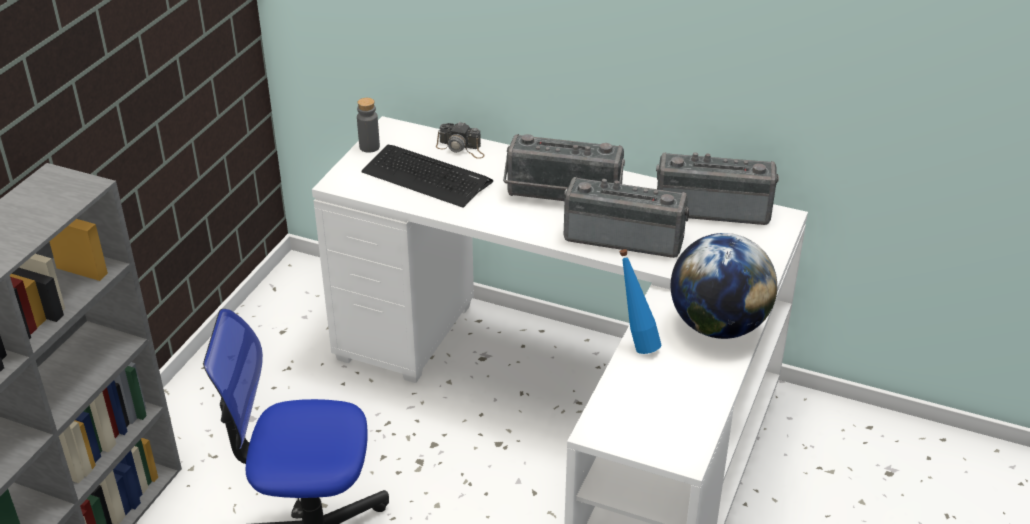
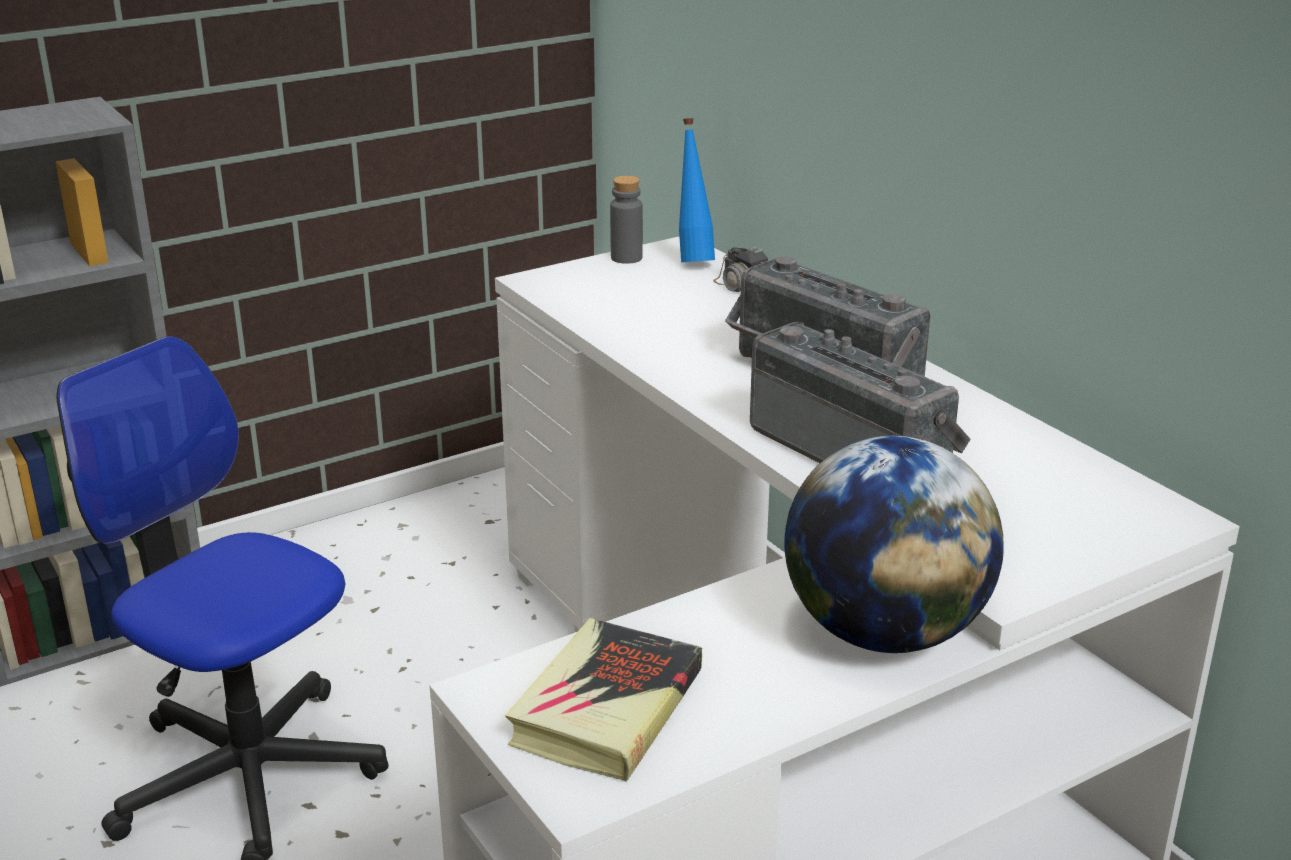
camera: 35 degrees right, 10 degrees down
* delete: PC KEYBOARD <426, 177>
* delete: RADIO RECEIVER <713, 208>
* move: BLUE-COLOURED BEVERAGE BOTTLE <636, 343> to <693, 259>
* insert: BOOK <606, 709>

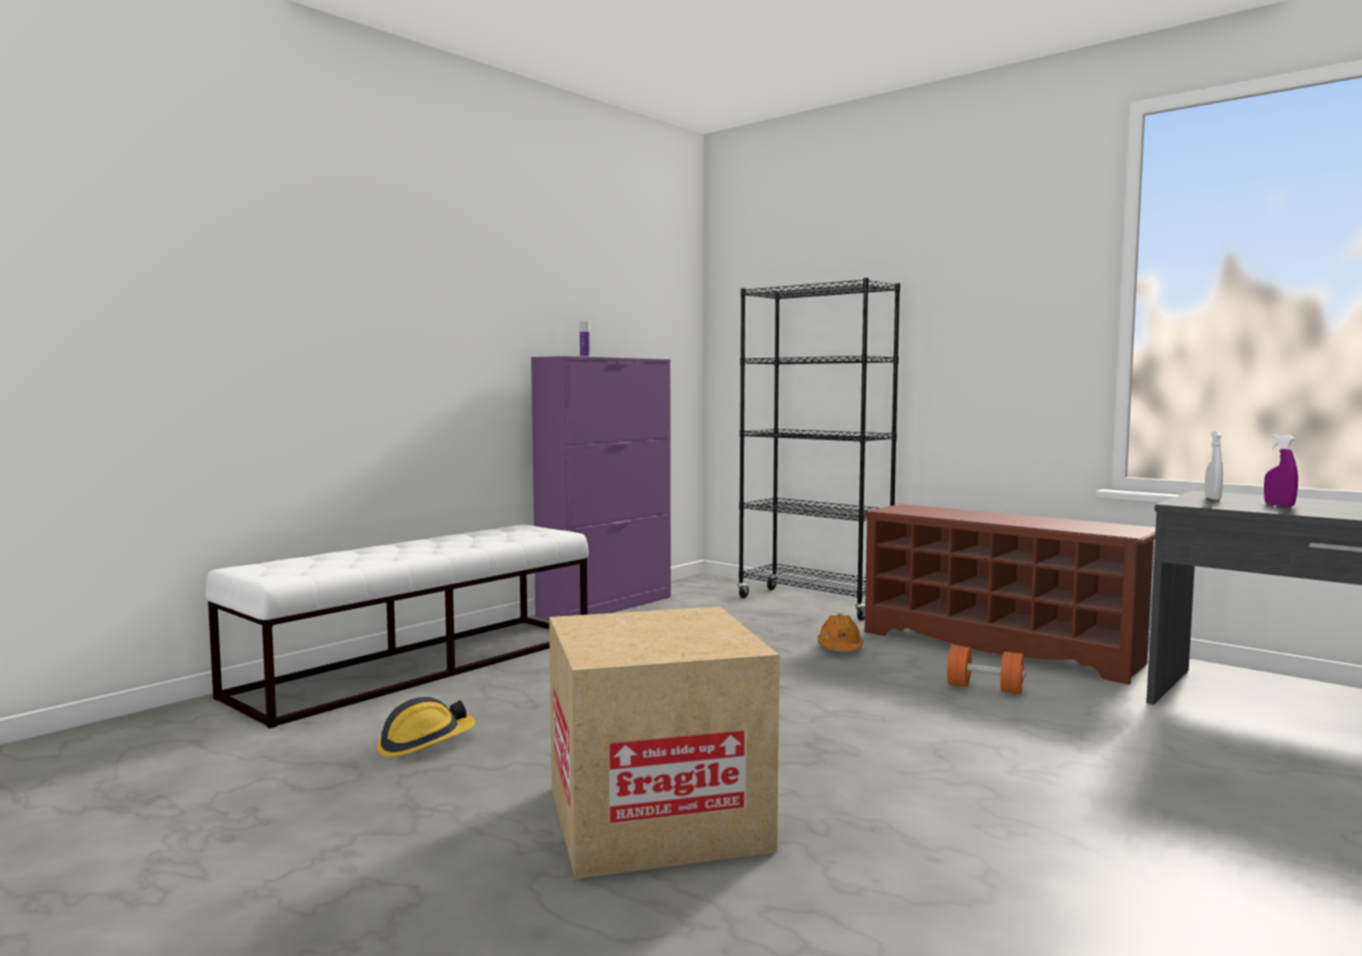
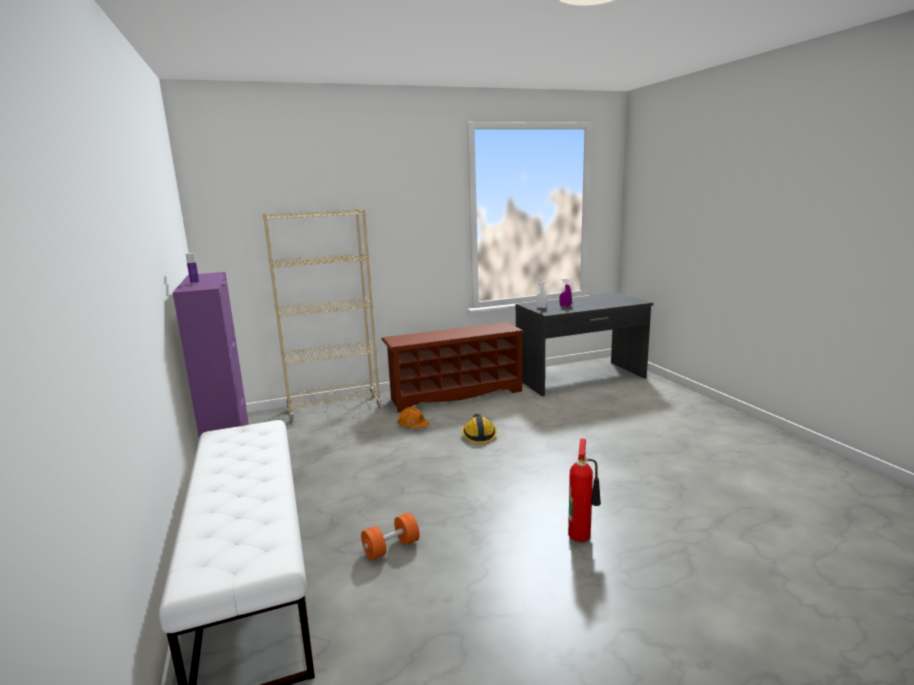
camera: 60 degrees left, 10 degrees up
* recolor: BLACK-COLOURED BOOKSHELF <814, 604> to SAND-COLOURED BOOKSHELF <334, 408>
* replace: CARTON <656, 817> to FIRE EXTINGUISHER <581, 534>
* move: ORANGE-COLOURED FREE WEIGHT <984, 688> to <391, 548>
* move: HARD HAT <424, 743> to <479, 434>

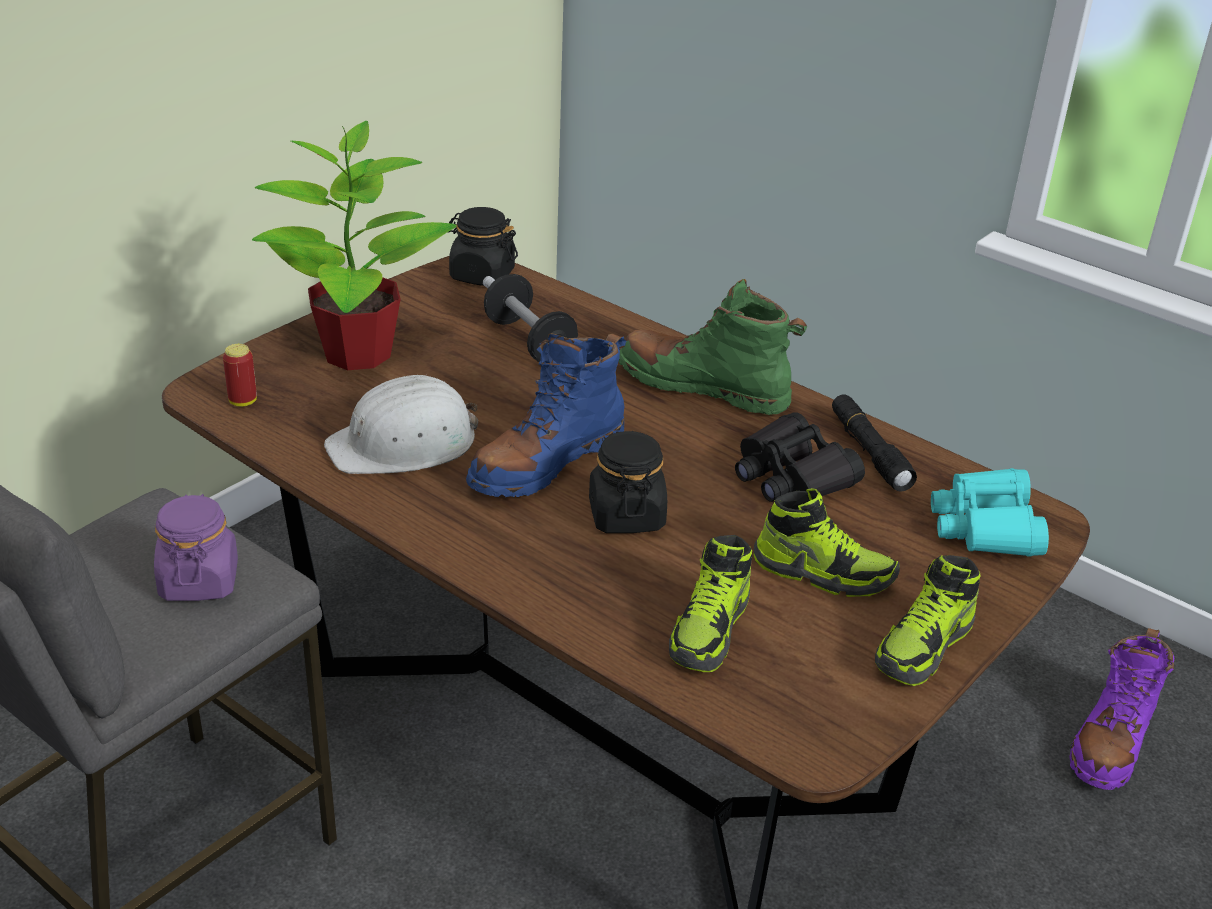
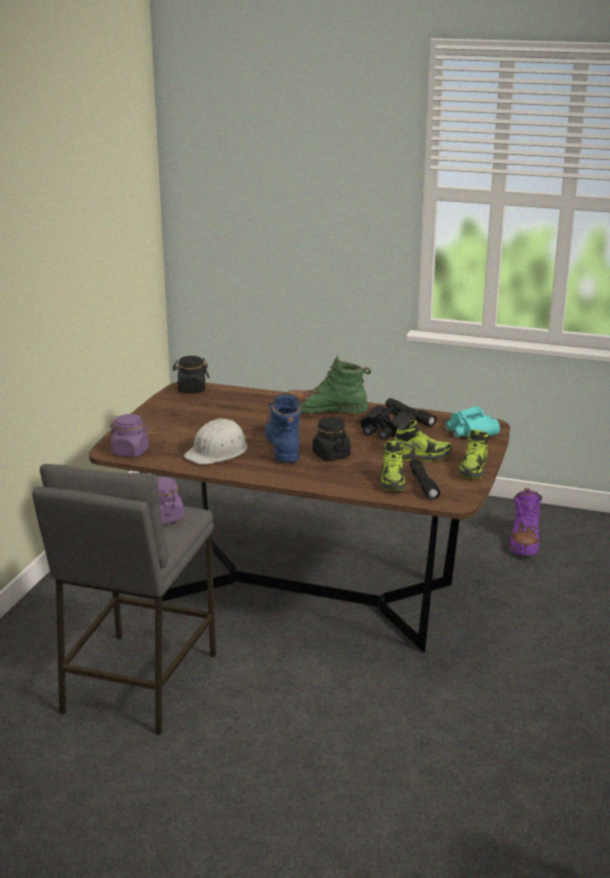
camera: 20 degrees left, 10 degrees down
* delete: PLANT IN A POT <355, 354>
* delete: FREE WEIGHT <529, 342>
* rotate: BLUE-COLOURED HIGH-TOP BOOT <546, 462> = <283, 445> 150 degrees clockwise
* replace: METAL CAN <243, 401> to PURPLE PRESERVE JAR <130, 452>
* insert: BLACK-COLOURED TORCH <423, 484>

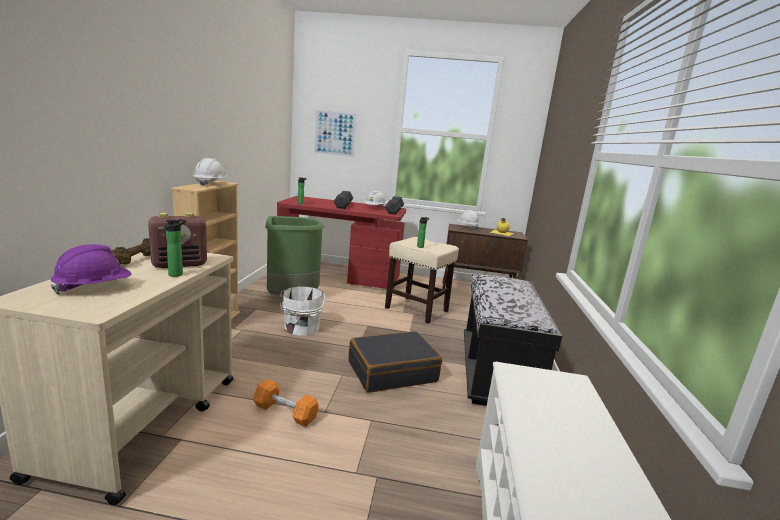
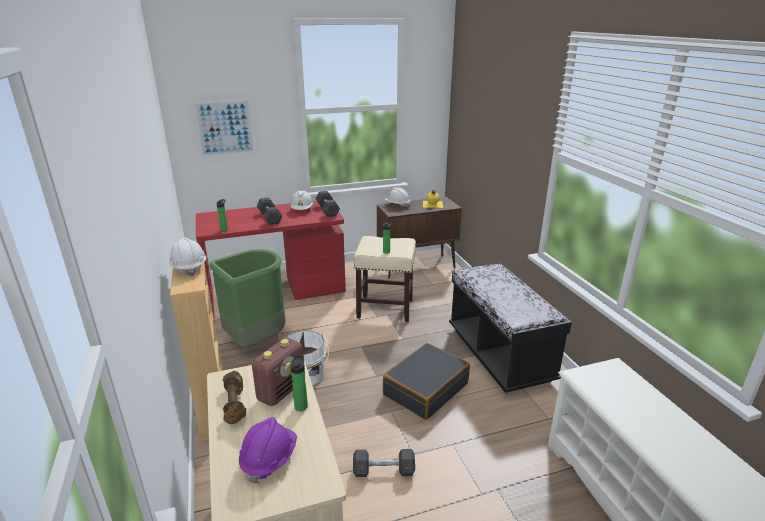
camera: 25 degrees left, 10 degrees up
* recolor: ORANGE-COLOURED FREE WEIGHT <285, 412> to GREYISH FREE WEIGHT <383, 471>

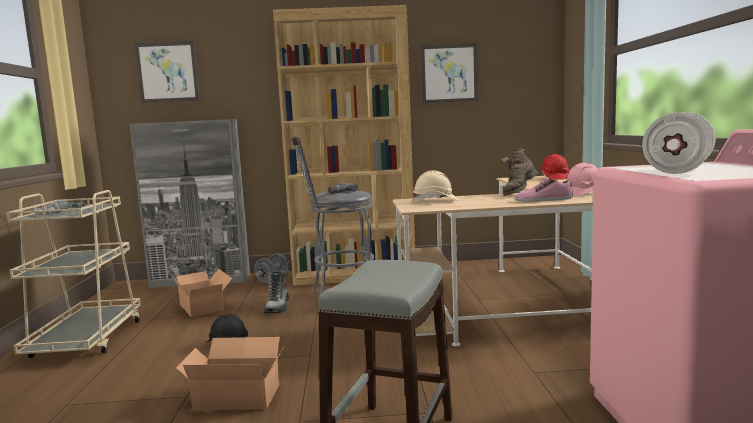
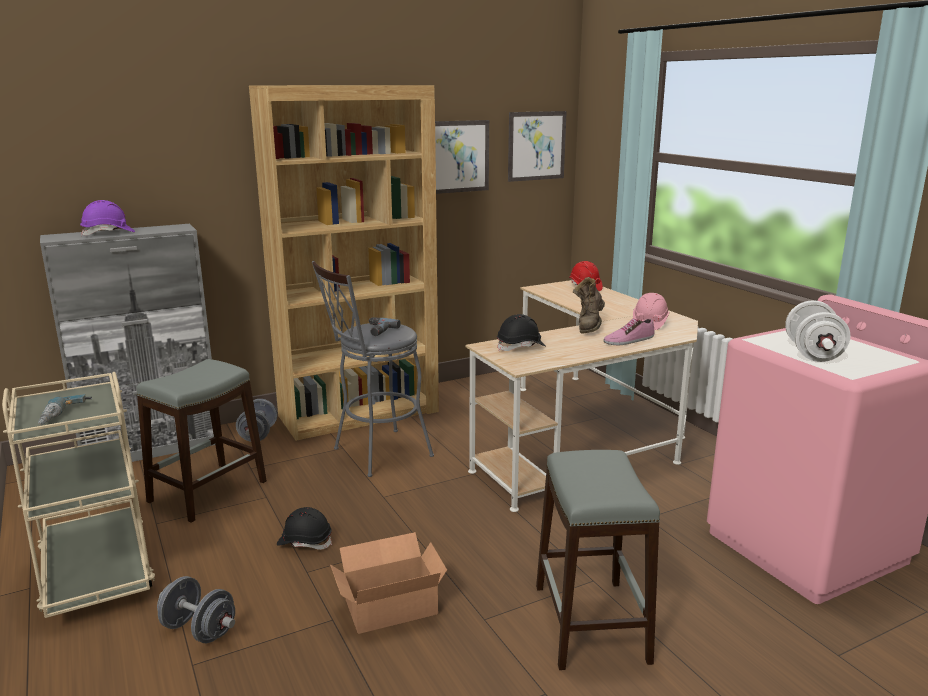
camera: 25 degrees left, 10 degrees up
* move: WALL ART <167, 72> to <536, 146>
* recolor: SAND-COLOURED HARD HAT <435, 201> to BLACK-COLOURED HARD HAT <521, 347>
* replace: CARTON <203, 306> to GREYISH SITTING STOOL <207, 491>
* delete: HIGH-TOP BOOT <277, 307>
* insert: PURPLE HARD HAT <108, 233>
* insert: GREYISH FREE WEIGHT <199, 630>

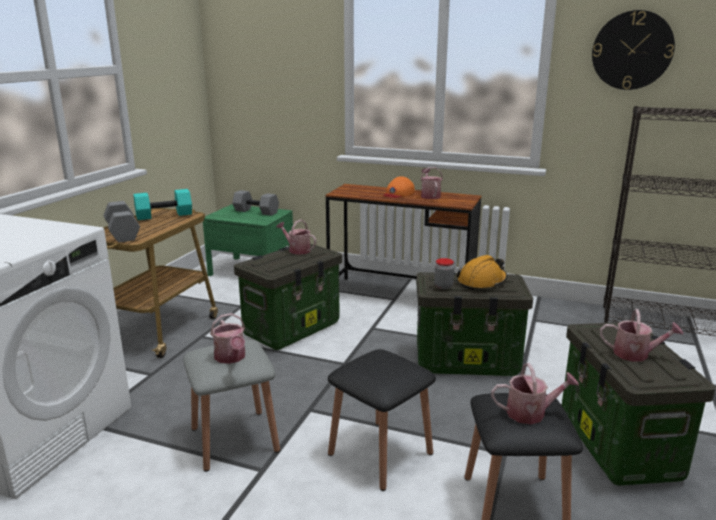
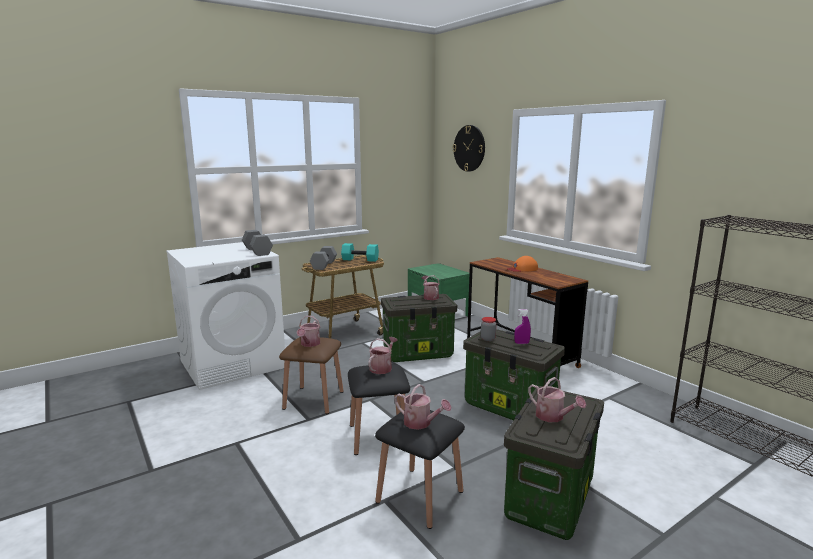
camera: 35 degrees right, 5 degrees down
* move: WALL CLOCK <632, 50> to <469, 148>
* move: WATERING CAN <429, 195> to <382, 367>
* move: GREYISH FREE WEIGHT <255, 212> to <256, 251>
* replace: ORANGE-COLOURED HARD HAT <482, 282> to PURPLE SPRAYER <521, 343>
* recolor: GREYISH SITTING STOOL <234, 439> to BROWN SITTING STOOL <313, 400>

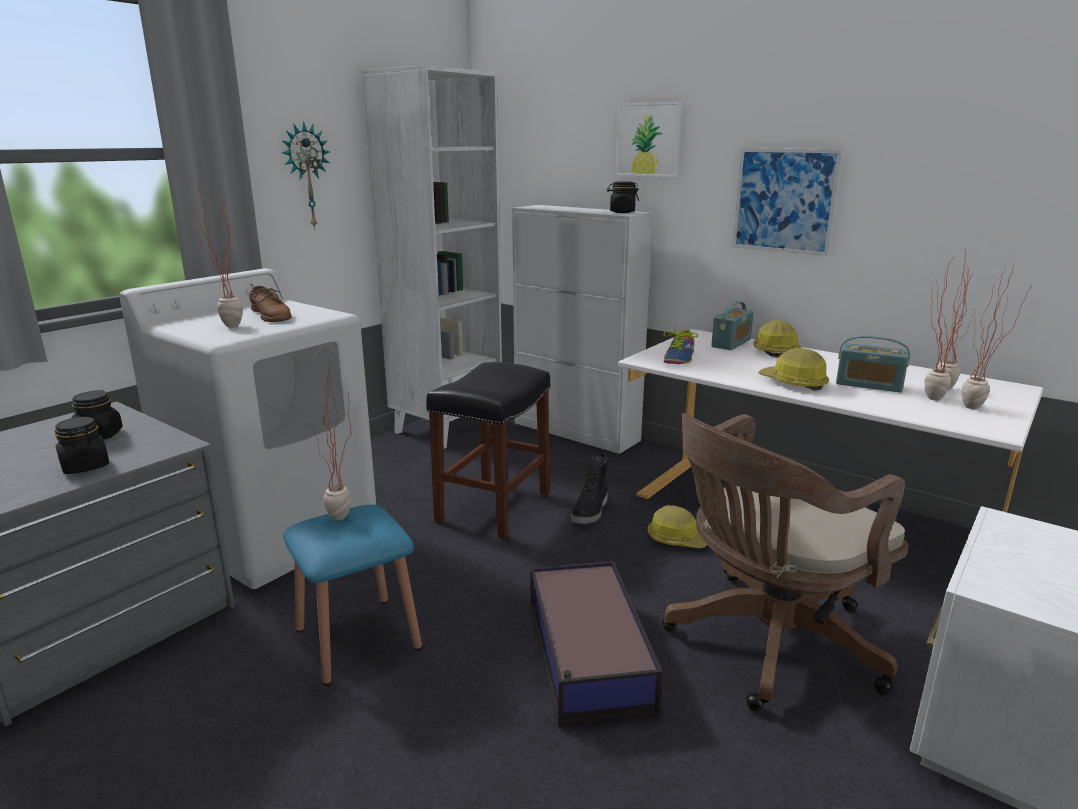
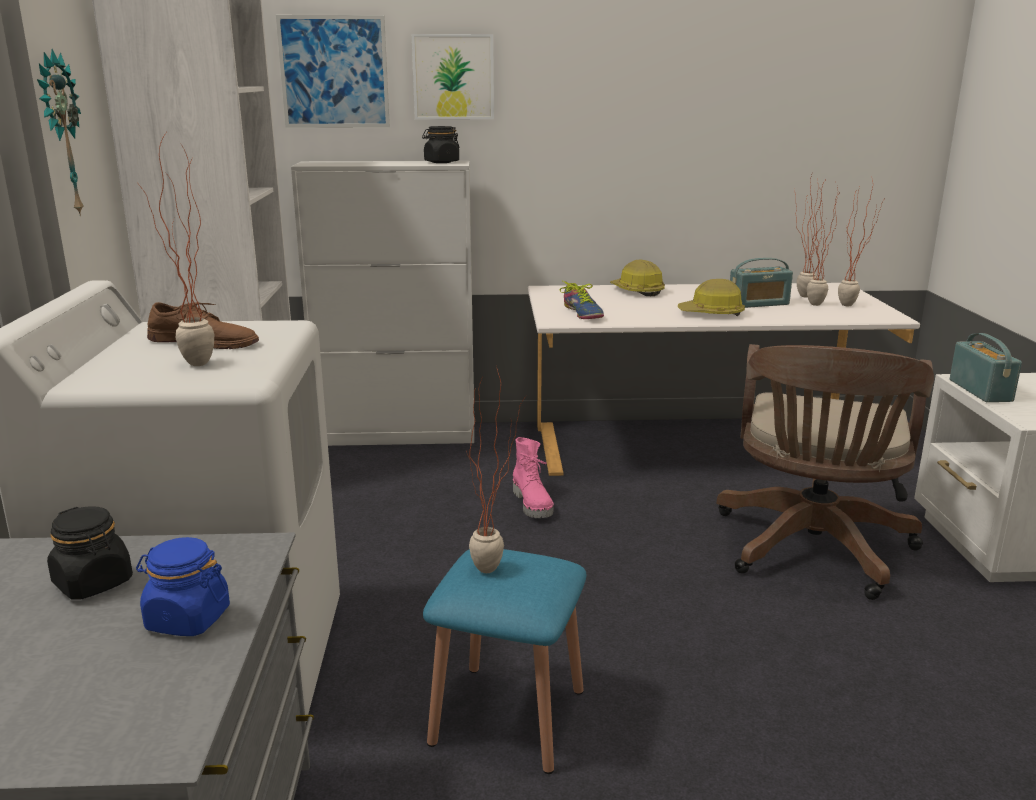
camera: 40 degrees left, 0 degrees up
* move: WALL ART <784, 201> to <334, 72>
* move: RADIO RECEIVER <731, 343> to <980, 390>
* delete: BLACK-COLOURED SITTING STOOL <493, 508>
* recolor: BLACK-COLOURED PRESERVE JAR <85, 466> to BLUE-COLOURED PRESERVE JAR <187, 619>
* recolor: BLACK-COLOURED HIGH-TOP BOOT <591, 512> to PINK-COLOURED HIGH-TOP BOOT <533, 504>
* delete: HARD HAT <677, 539>
* delete: STORAGE BOX <587, 657>

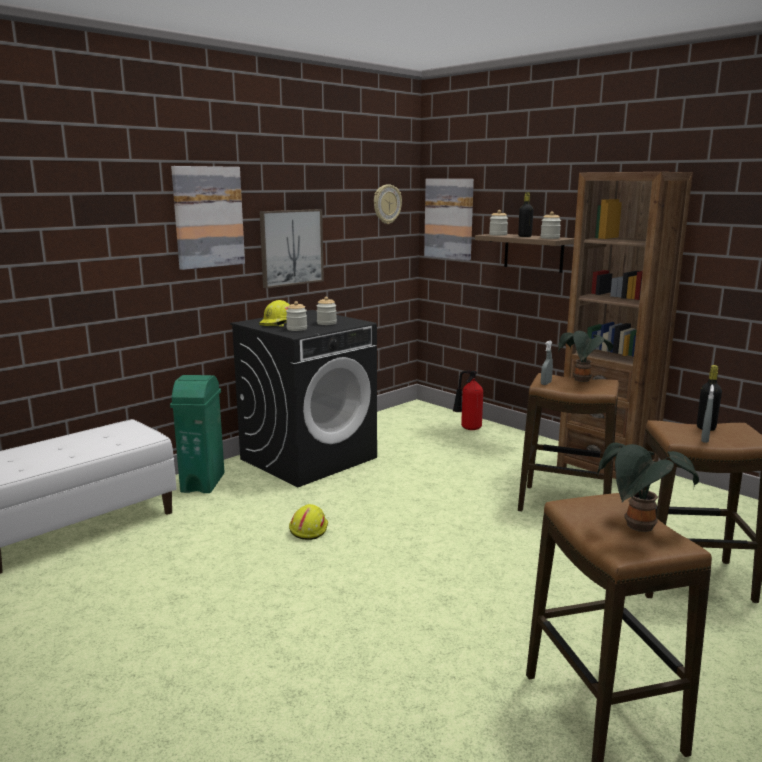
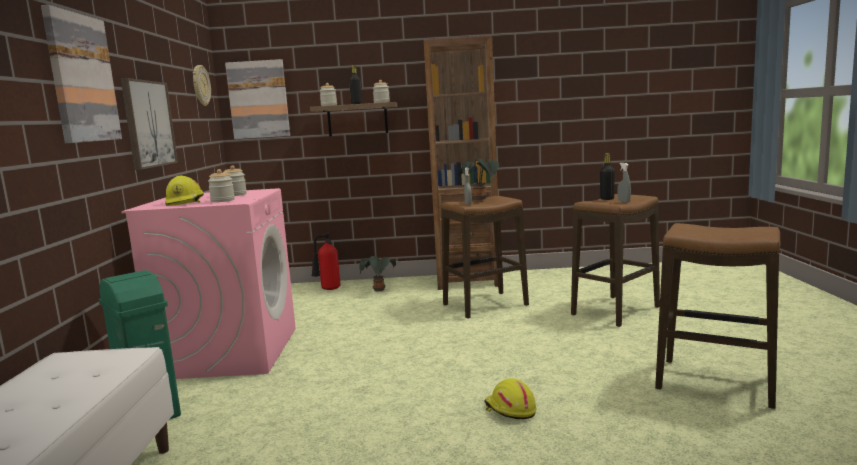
camera: 45 degrees left, 5 degrees down
* recolor: BLACK-COLOURED WASHING MACHINE <309, 458> to PINK-COLOURED WASHING MACHINE <230, 352>
* move: PLANT IN A POT <639, 528> to <379, 290>
* move: YELLOWISH HARD HAT <308, 529> to <509, 410>

